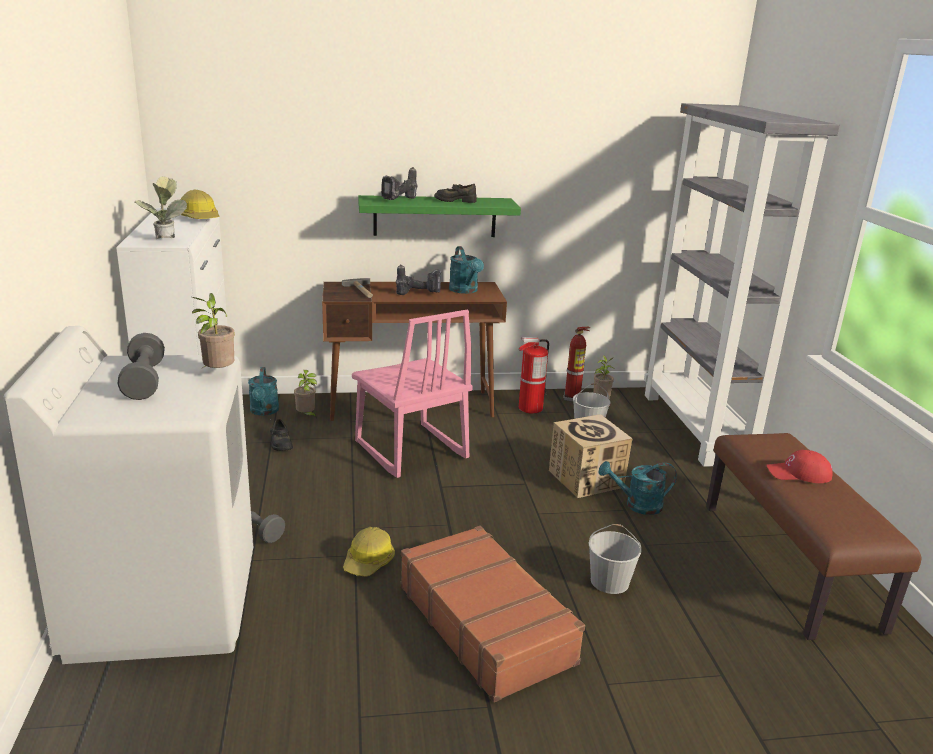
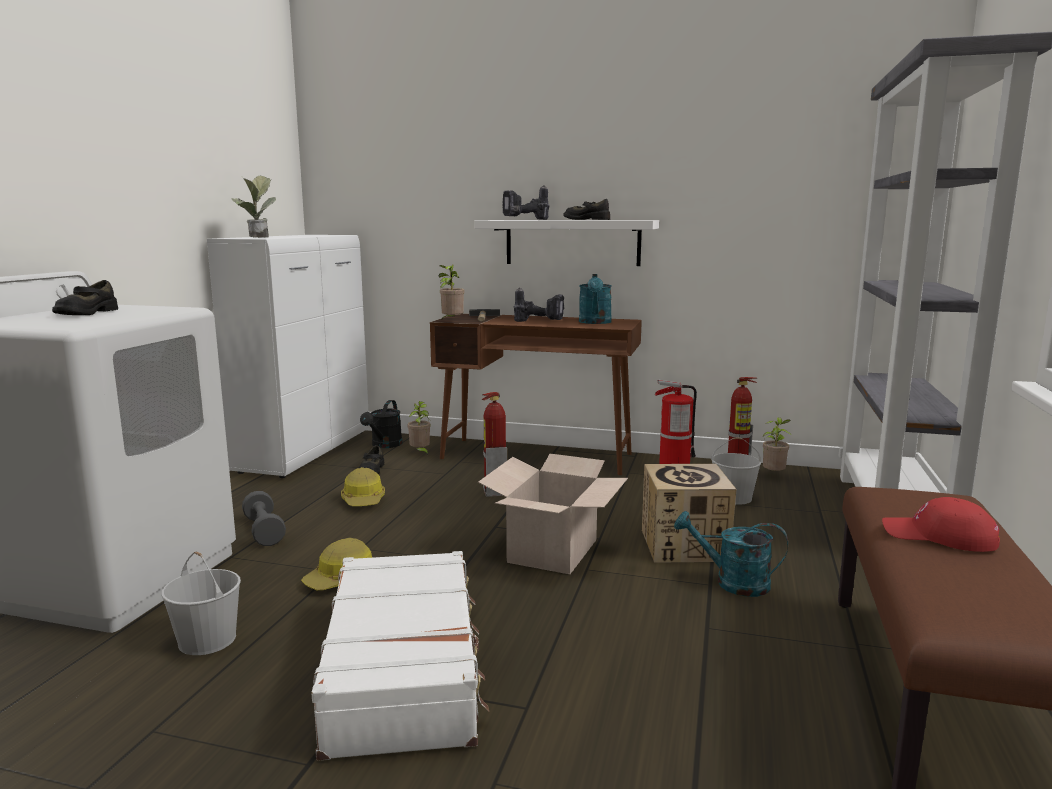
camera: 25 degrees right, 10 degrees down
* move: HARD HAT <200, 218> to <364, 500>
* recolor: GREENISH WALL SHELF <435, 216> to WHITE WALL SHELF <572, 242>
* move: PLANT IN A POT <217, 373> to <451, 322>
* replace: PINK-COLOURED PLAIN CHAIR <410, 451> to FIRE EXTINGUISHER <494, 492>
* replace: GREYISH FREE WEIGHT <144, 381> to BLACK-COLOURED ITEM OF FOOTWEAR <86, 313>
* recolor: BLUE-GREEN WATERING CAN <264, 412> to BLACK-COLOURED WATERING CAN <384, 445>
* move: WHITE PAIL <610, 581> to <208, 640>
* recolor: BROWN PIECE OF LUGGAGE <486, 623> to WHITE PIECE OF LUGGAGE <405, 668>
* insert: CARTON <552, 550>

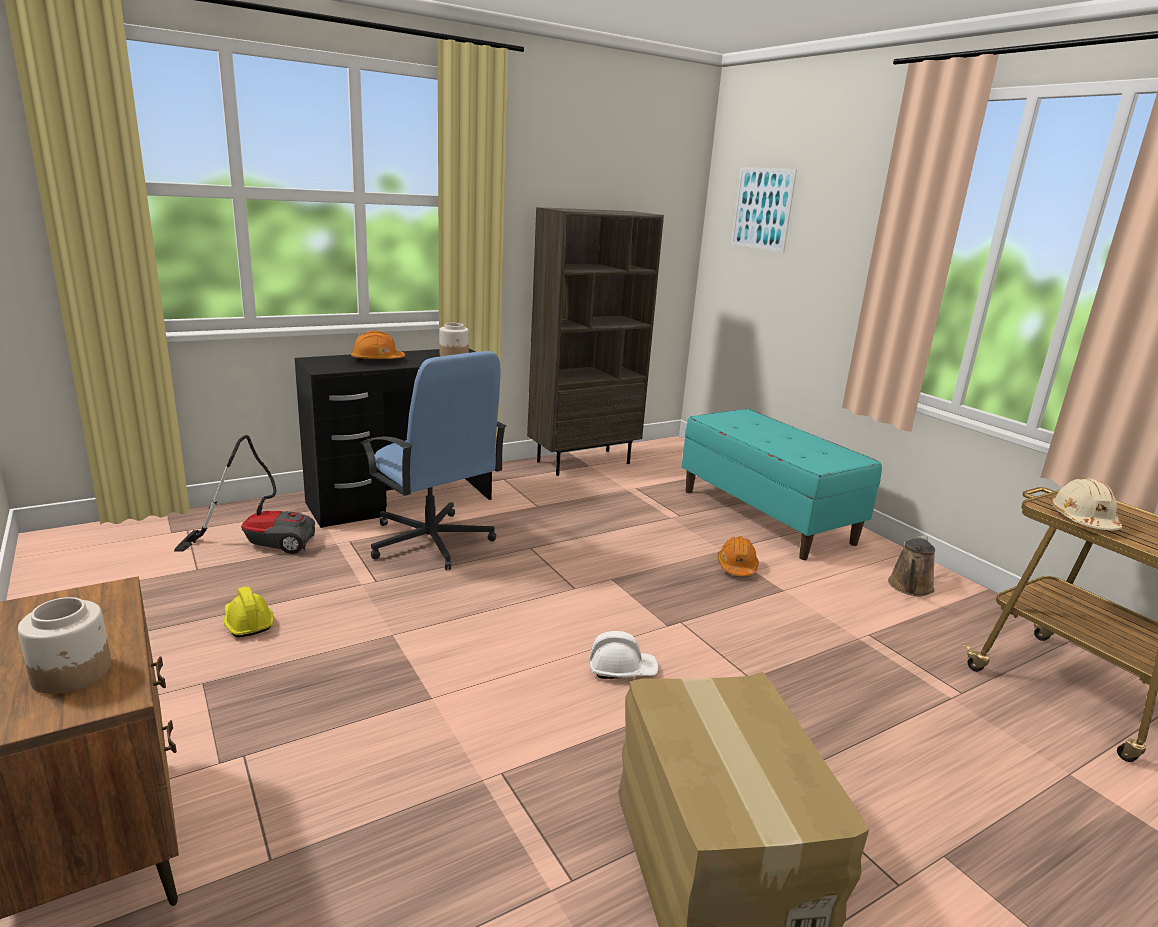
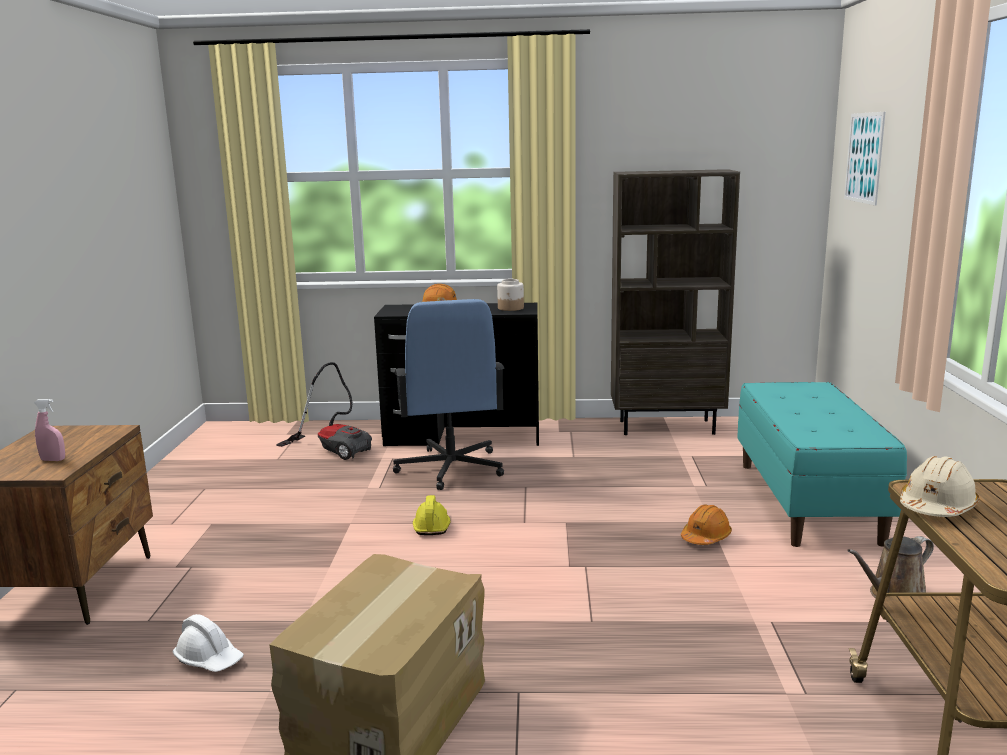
camera: 35 degrees right, 5 degrees down
* move: YELLOWISH HARD HAT <247, 622> to <432, 525>
* replace: PRESERVE JAR <72, 673> to PINK-COLOURED SPRAYER <53, 460>
* move: WHITE HARD HAT <622, 669> to <209, 659>

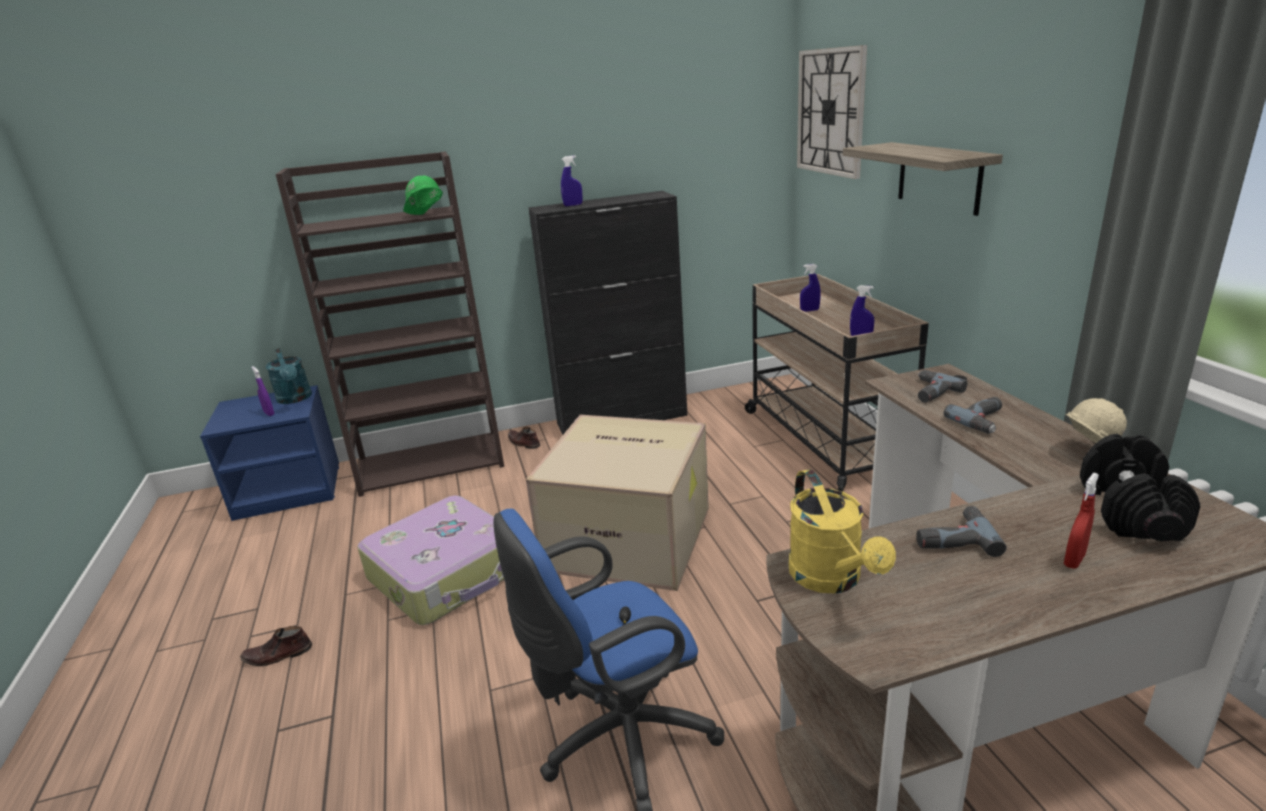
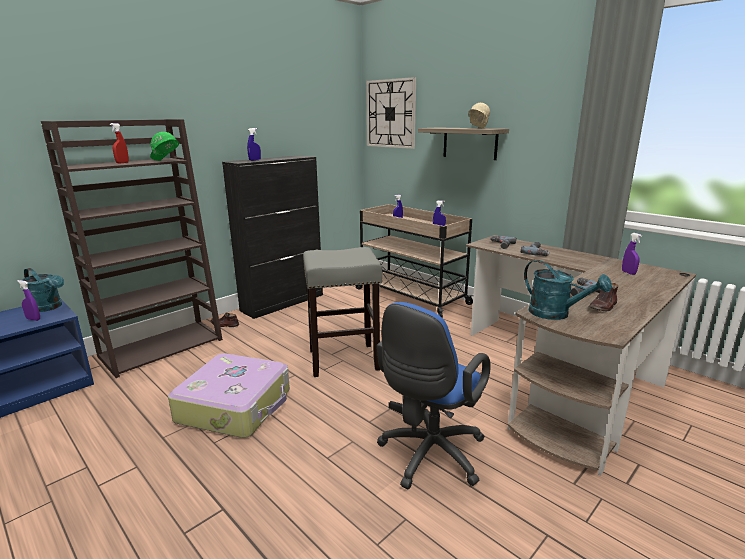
camera: 30 degrees left, 5 degrees down
* move: SAND-COLOURED HARD HAT <1086, 453> to <477, 128>
* replace: CARTON <631, 537> to GREYISH SITTING STOOL <344, 359>
* replace: BLACK-COLOURED FREE WEIGHT <1129, 510> to PURPLE SPRAYER <628, 273>
* recolor: YELLOWISH WATERING CAN <831, 579> to BLUE-GREEN WATERING CAN <556, 314>
* move: RED-COLOURED SPRAYER <1074, 560> to <122, 163>
* move: BROWN ITEM OF FOOTWEAR <278, 655> to <603, 306>

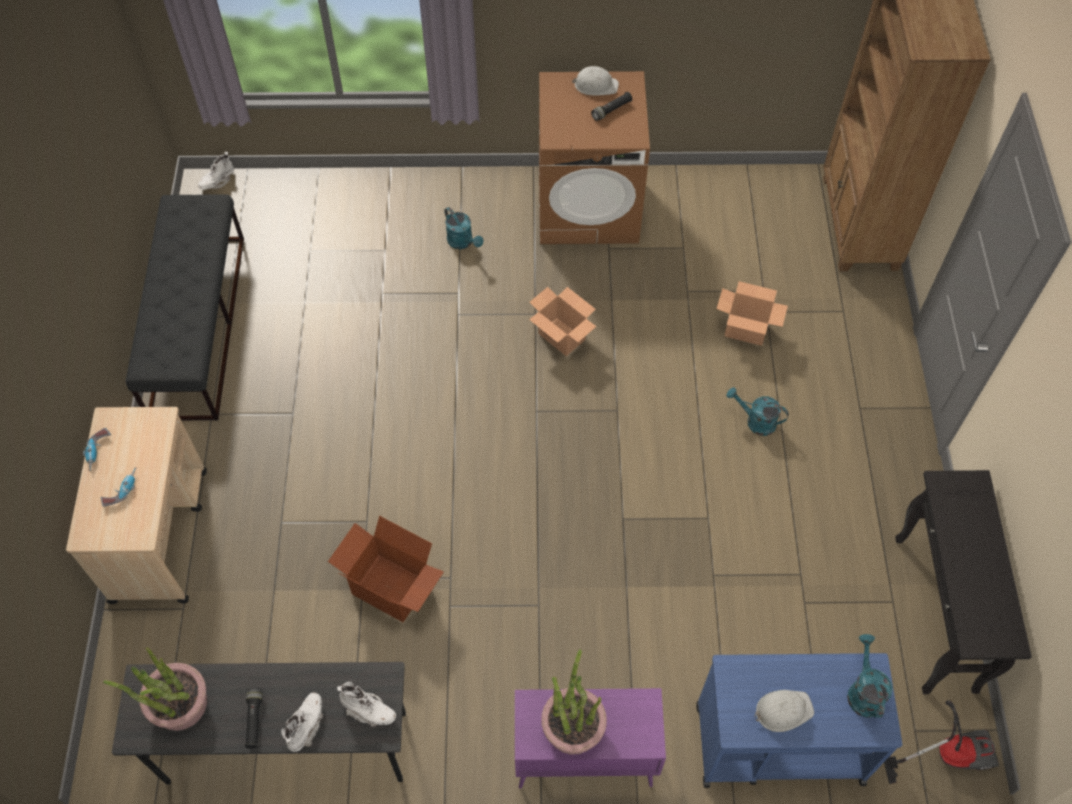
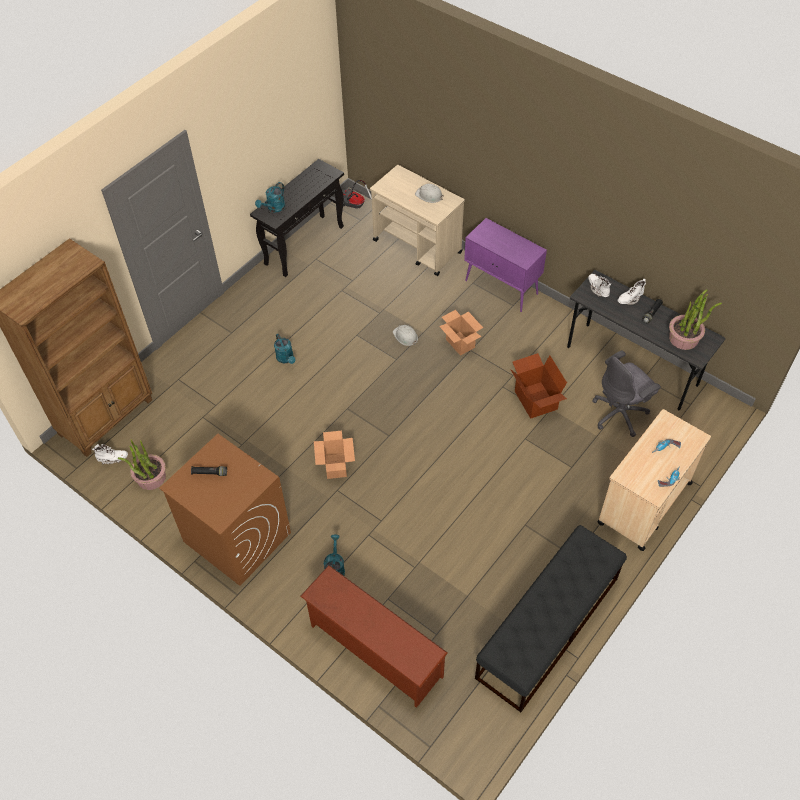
camera: 140 degrees left, 5 degrees down
* move: WHITE HARD HAT <595, 85> to <405, 336>
* move: WHITE HIGH-TOP BOOT <217, 181> to <113, 458>
* move: CARTON <746, 330> to <460, 343>
* move: BLUE-GREEN WATERING CAN <863, 690> to <274, 208>
* move: PLANT IN A POT <573, 727> to <151, 477>
* recolor: BLUE-COLOURED WHEELED CART <777, 743> to SAND-COLOURED WHEELED CART <417, 247>
* insert: GREYISH COMPUTER CHAIR <620, 414>
* insert: BROWN SHOE SHELF <374, 651>

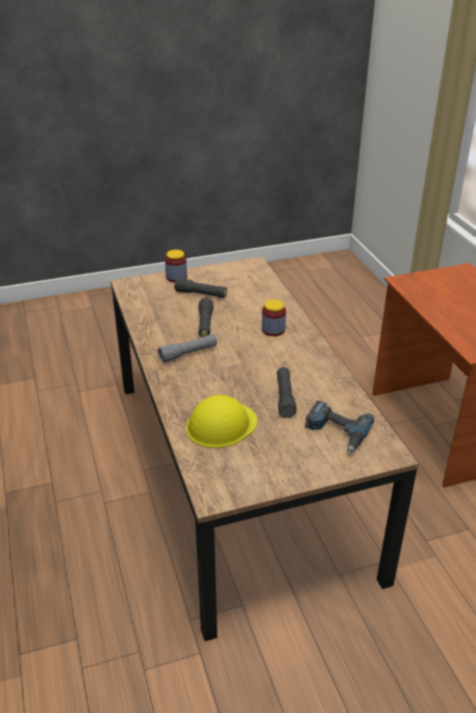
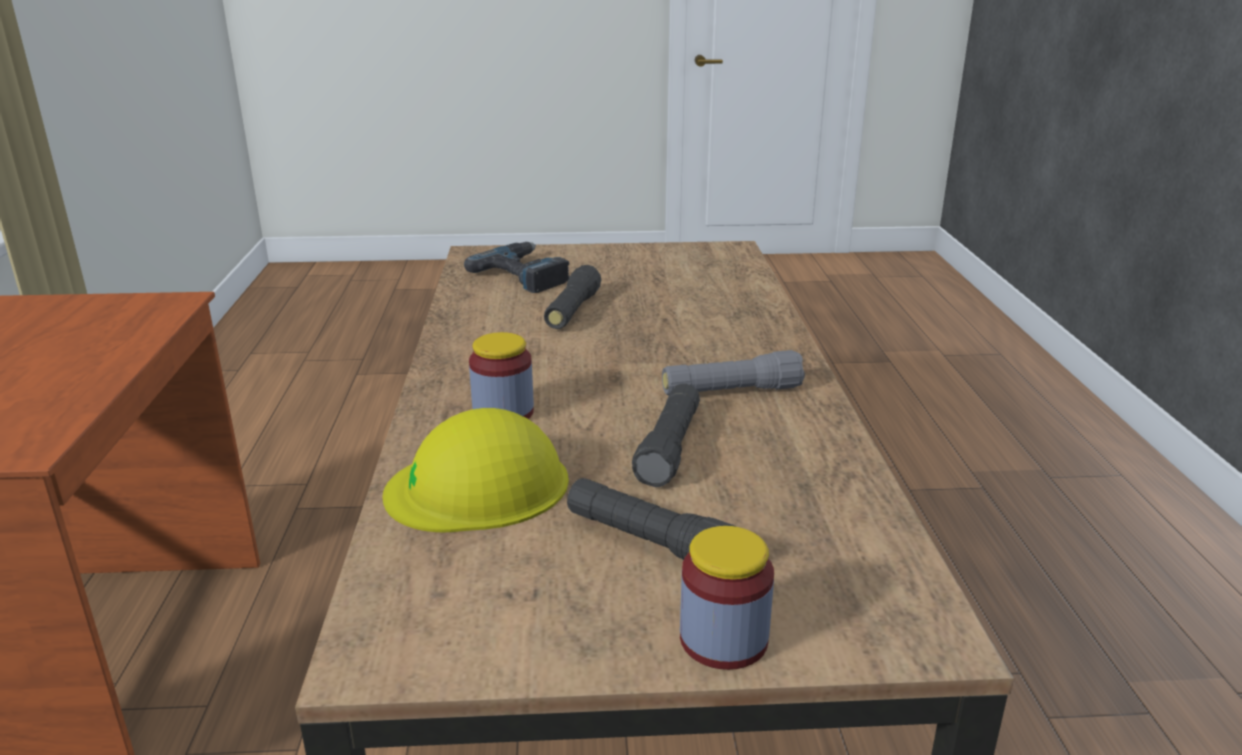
camera: 165 degrees left, 10 degrees down
* move: YELLOWISH HARD HAT <221, 425> to <479, 487>

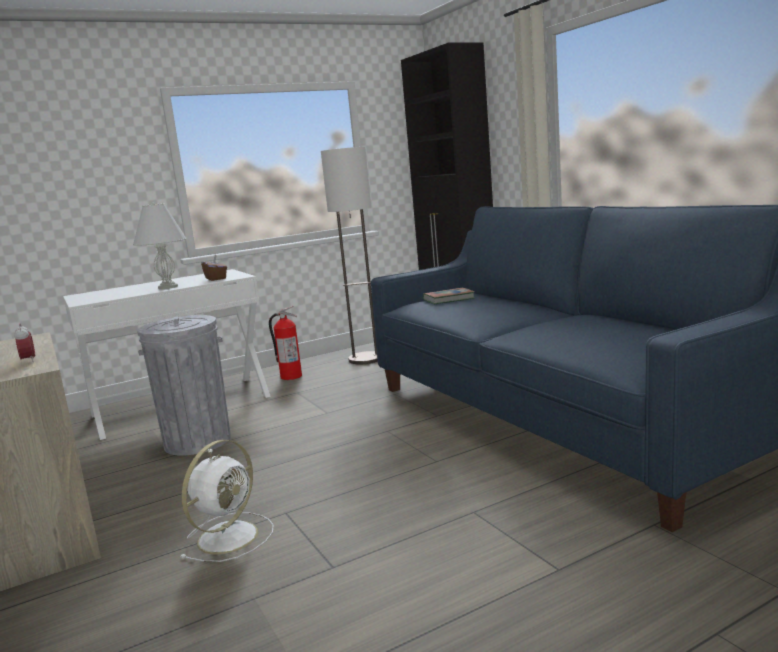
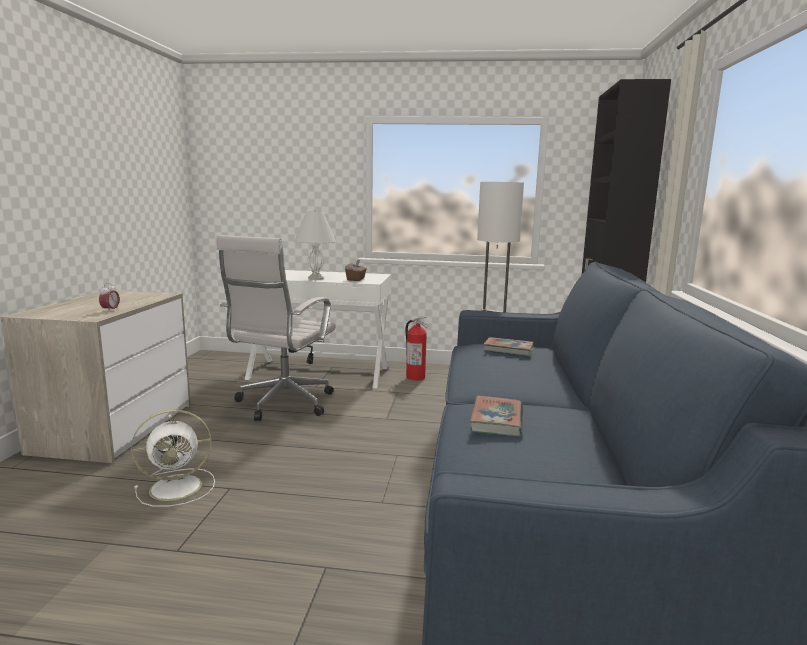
camera: 35 degrees right, 0 degrees up
* replace: GREYISH TRASH CAN <197, 441> to WHITE COMPUTER CHAIR <282, 404>
* insert: BOOK <497, 421>

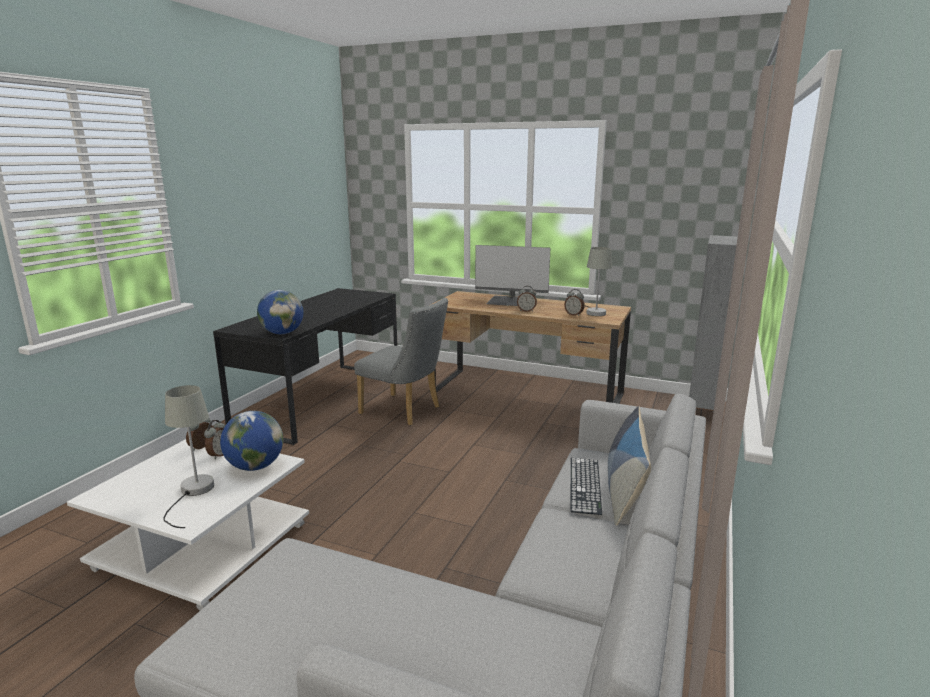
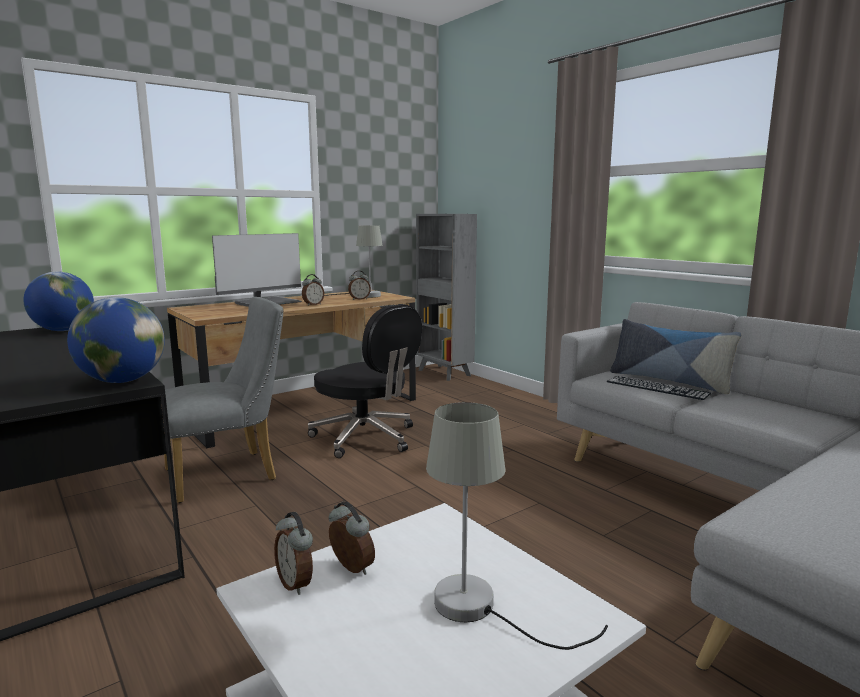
camera: 60 degrees left, 5 degrees down
* move: GLOBE <255, 467> to <63, 330>
* insert: BLACK-COLOURED COMPUTER CHAIR <366, 438>

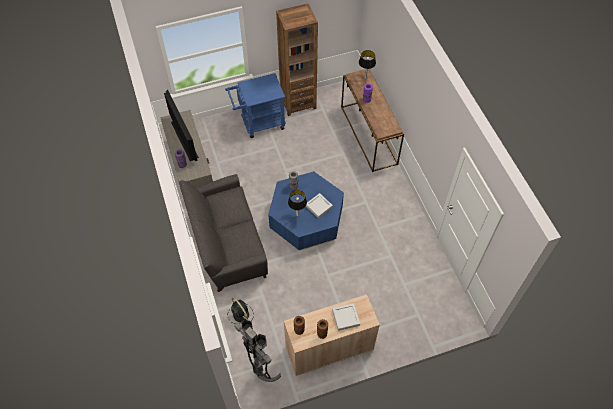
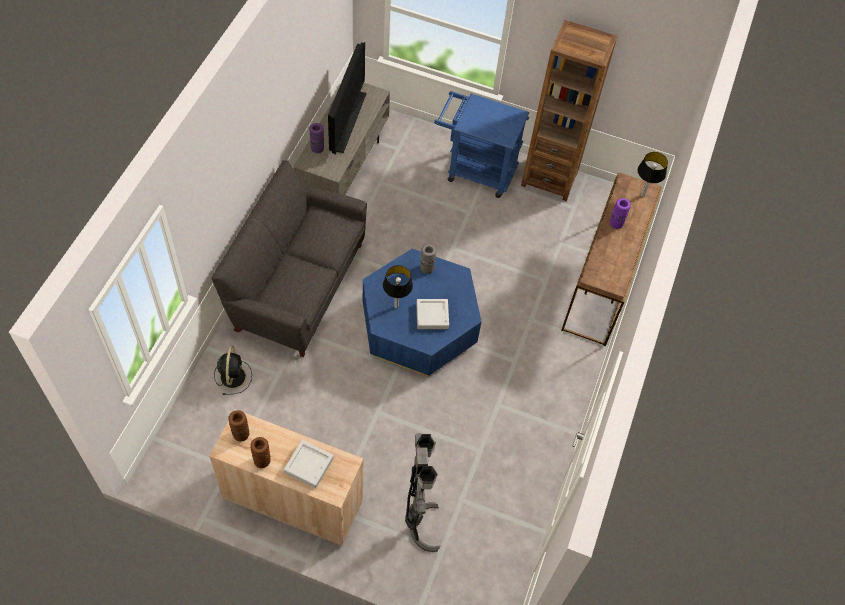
camera: 35 degrees right, 0 degrees up
* move: GREYISH FLOOR LAMP <261, 373> to <416, 527>

